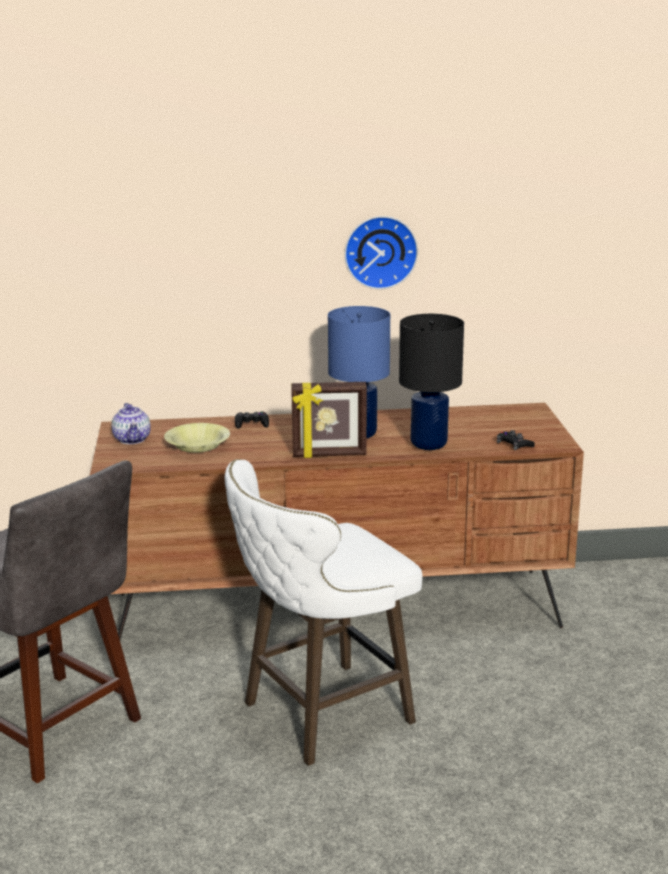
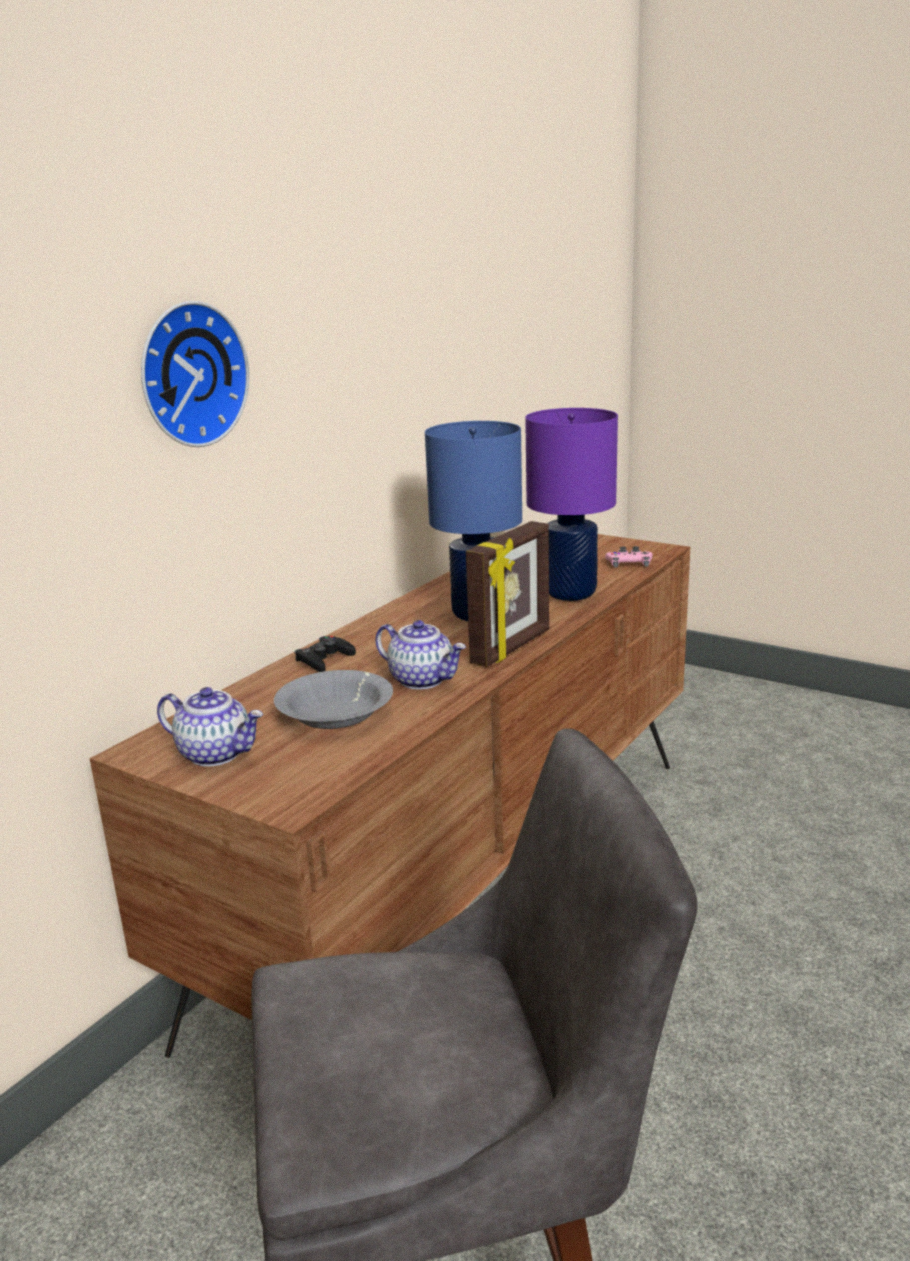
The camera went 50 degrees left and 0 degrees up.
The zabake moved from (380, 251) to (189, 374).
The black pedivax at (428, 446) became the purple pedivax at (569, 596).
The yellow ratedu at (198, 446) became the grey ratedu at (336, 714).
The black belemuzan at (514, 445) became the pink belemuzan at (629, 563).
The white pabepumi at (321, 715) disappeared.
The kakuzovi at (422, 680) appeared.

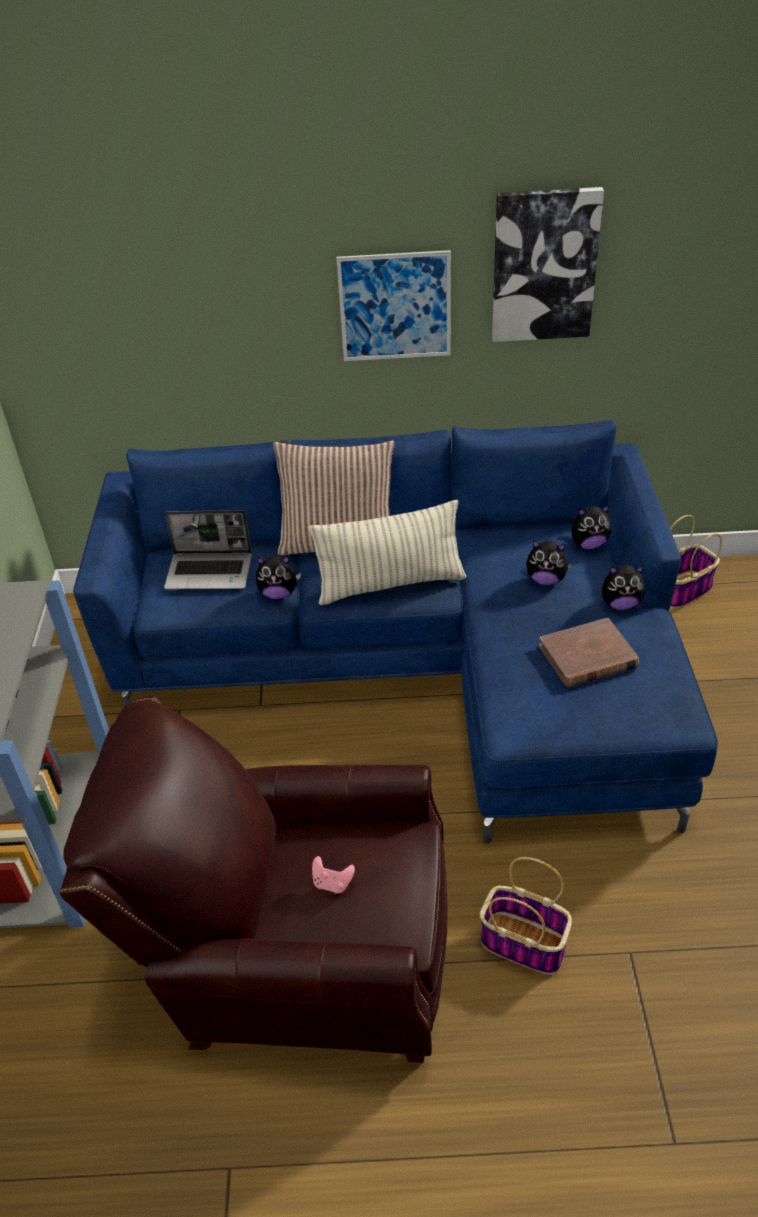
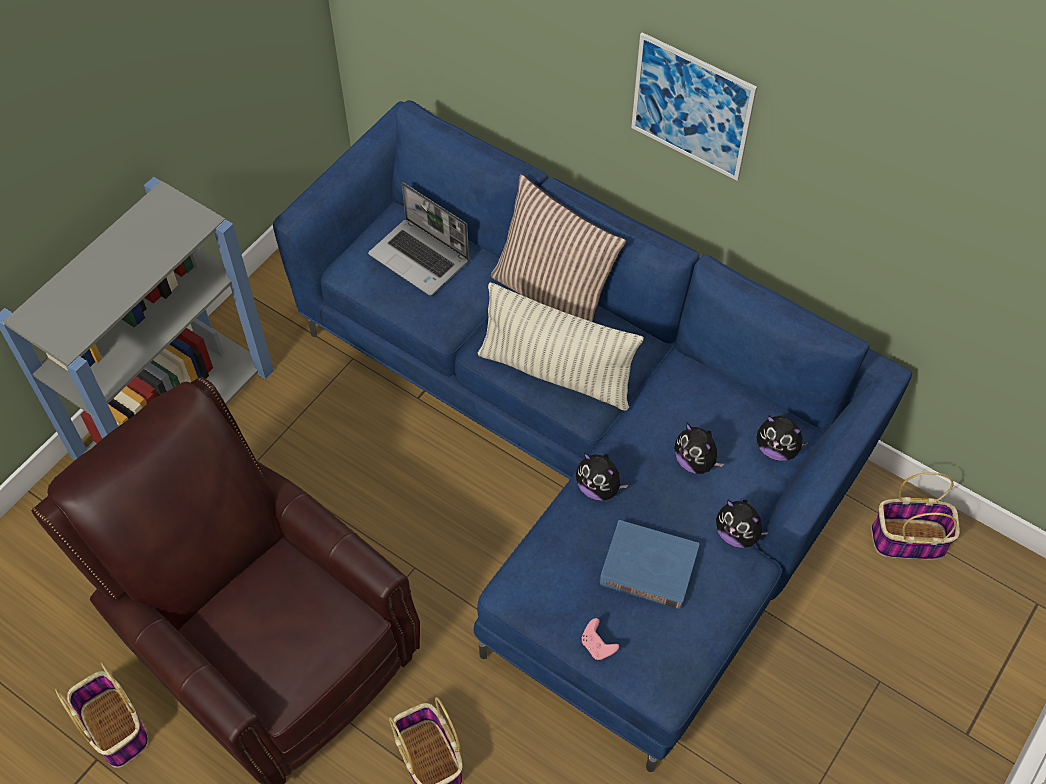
The camera went 35 degrees right and 15 degrees up.
The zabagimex at (544, 265) disappeared.
The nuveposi moved from (278, 593) to (598, 488).
The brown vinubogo at (588, 657) became the blue vinubogo at (648, 568).
The pink belemuzan moved from (332, 883) to (597, 646).
The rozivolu at (116, 728) appeared.

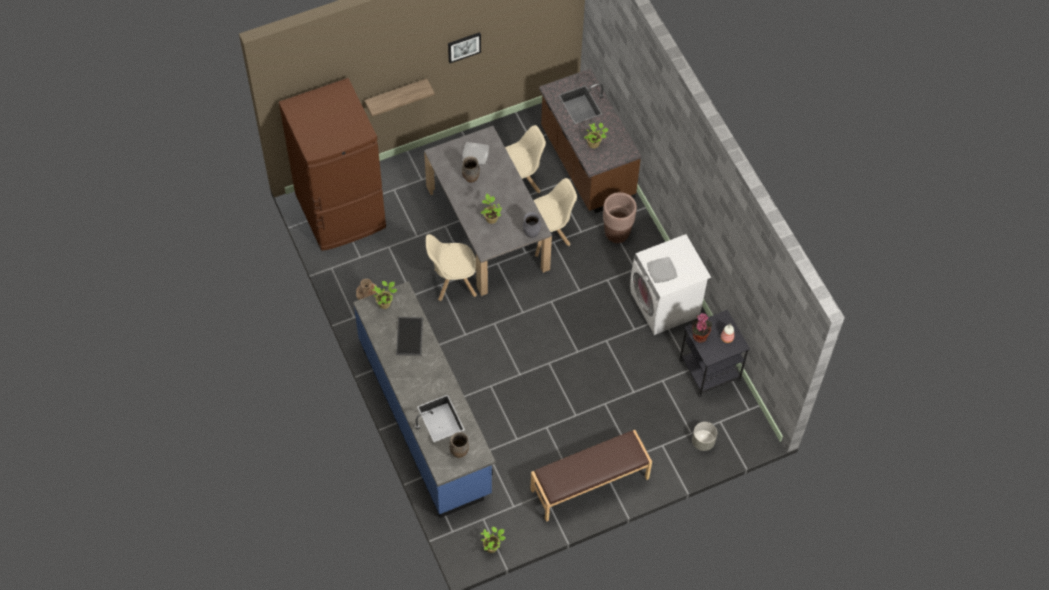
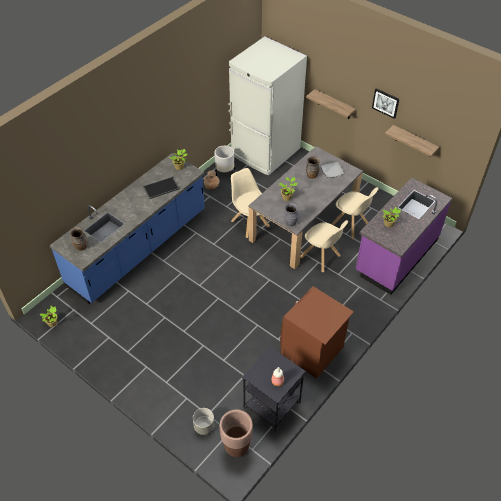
The camera went 65 degrees right and 10 degrees down.
The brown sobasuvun at (586, 164) became the purple sobasuvun at (396, 255).
The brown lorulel at (341, 211) became the white lorulel at (265, 151).
The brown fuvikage moved from (617, 234) to (237, 447).
The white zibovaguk at (666, 305) became the brown zibovaguk at (312, 351).
The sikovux at (661, 270) disappeared.
The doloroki at (699, 335) disappeared.
The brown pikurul at (590, 484) disappeared.
The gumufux at (414, 142) appeared.
The white fuvikage at (224, 171) appeared.

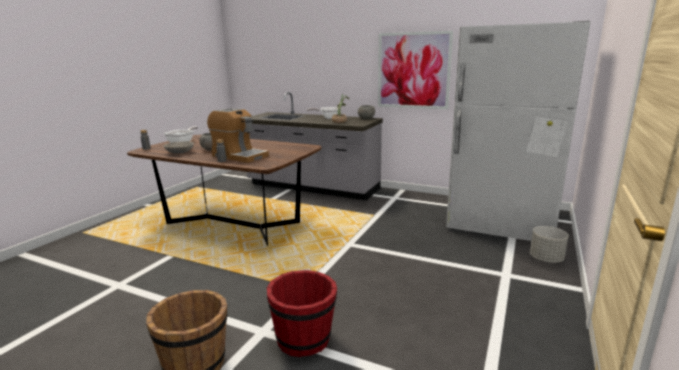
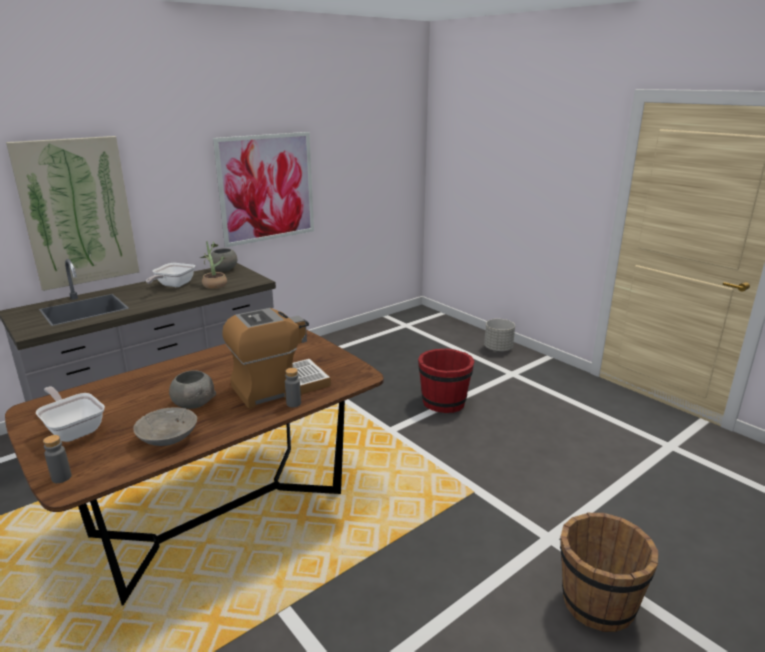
The camera went 65 degrees left and 5 degrees up.
The white lorulel at (502, 219) disappeared.
The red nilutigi moved from (304, 339) to (444, 402).
The zabagimex at (78, 212) appeared.

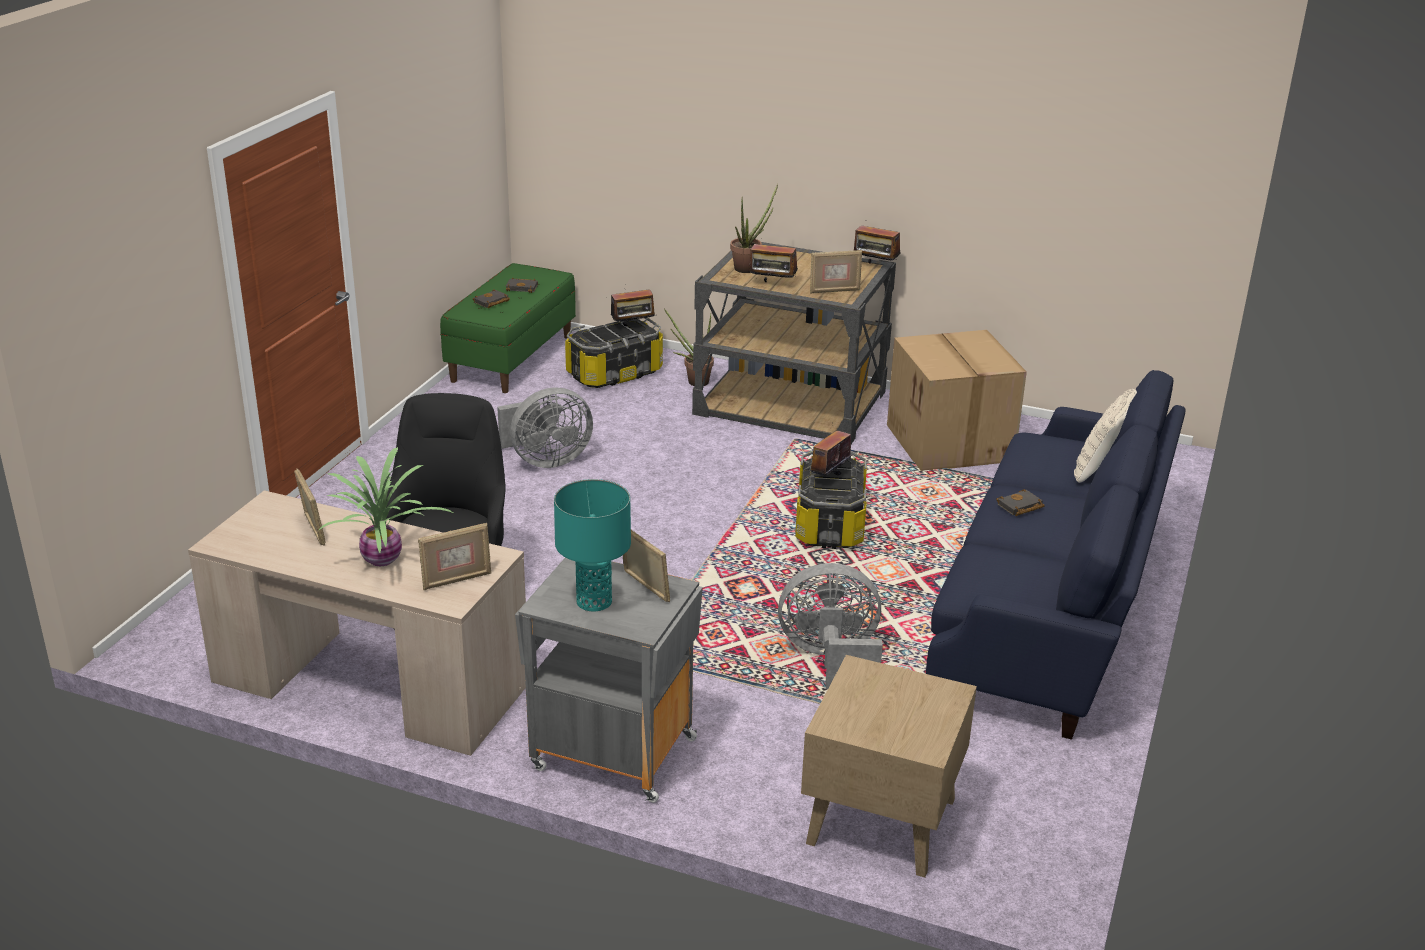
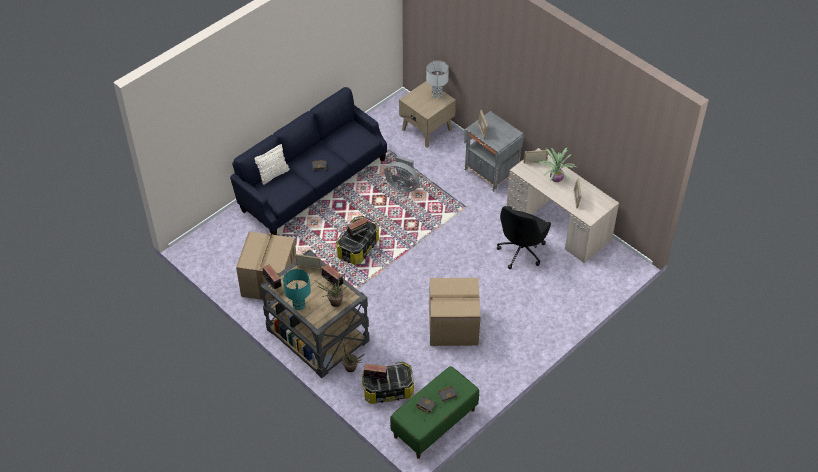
The camera went 155 degrees left and 20 degrees up.
The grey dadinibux at (546, 460) was replaced by the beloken at (452, 326).
The turquoise pedivax moved from (594, 601) to (298, 305).
The white pedivax at (437, 94) appeared.

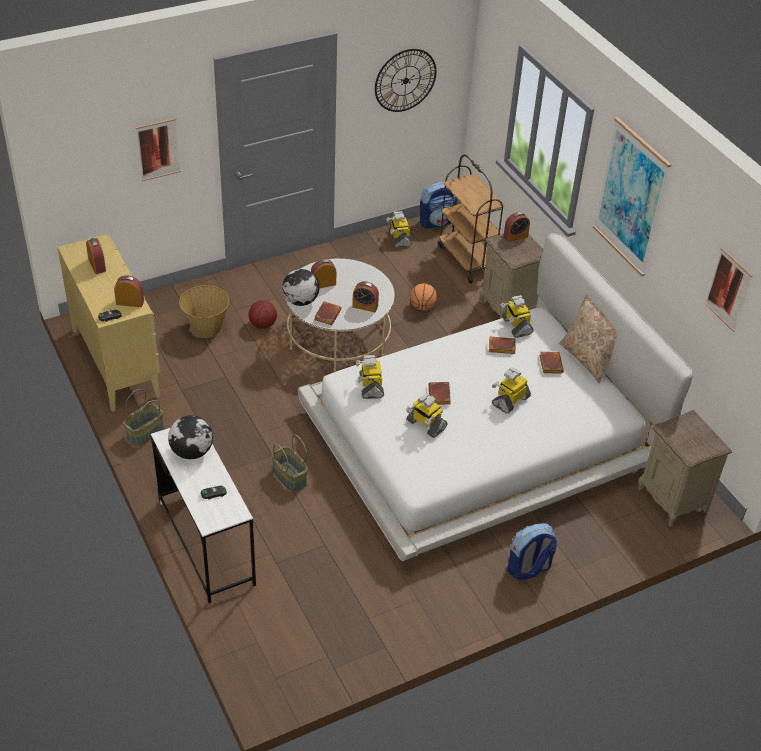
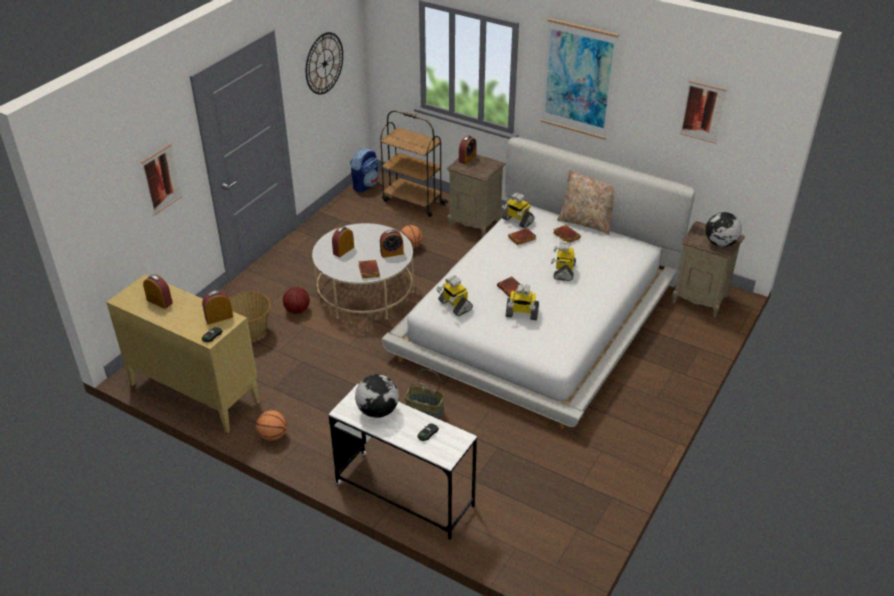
The camera went 30 degrees left and 5 degrees down.
The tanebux at (399, 238) disappeared.
The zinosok moved from (300, 301) to (720, 243).
The rozivolu at (145, 433) was replaced by the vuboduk at (273, 436).
The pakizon at (528, 568) disappeared.

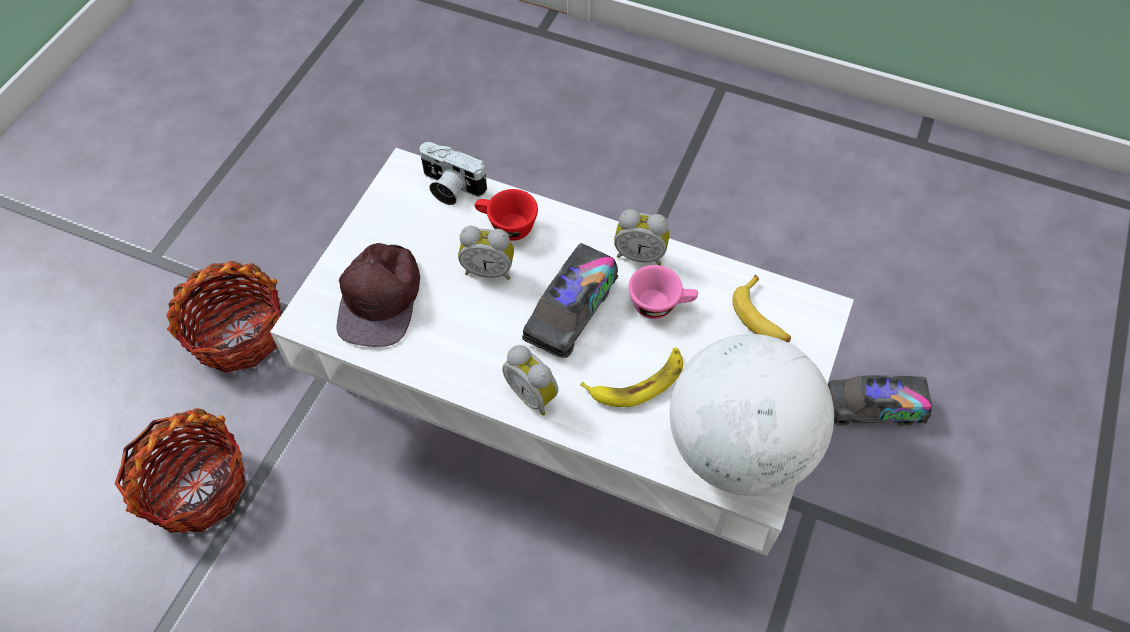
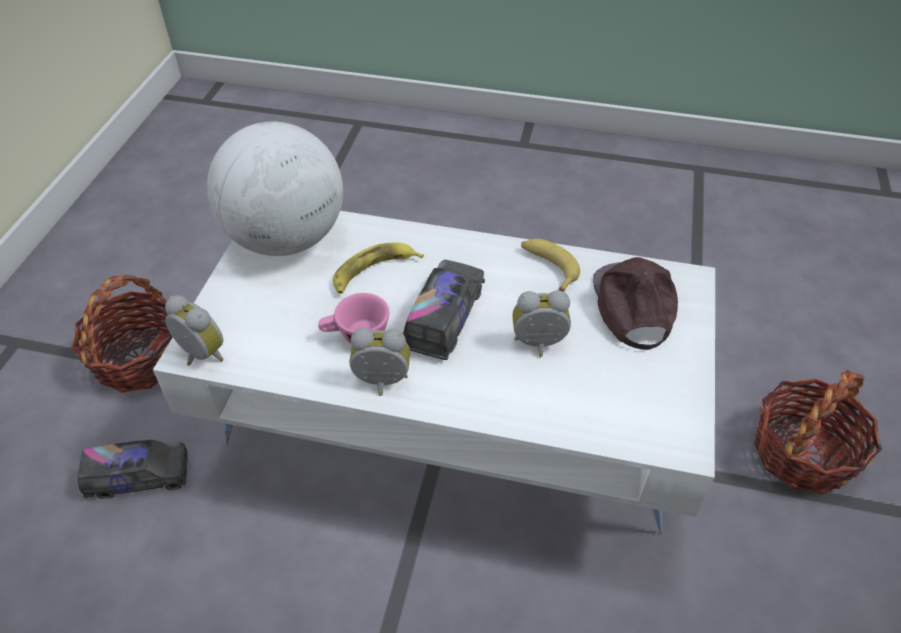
The camera went 170 degrees right and 10 degrees down.
The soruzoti at (450, 187) disappeared.
The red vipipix at (506, 226) disappeared.
The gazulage moved from (761, 317) to (548, 267).
The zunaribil moved from (534, 394) to (200, 356).
The rozivolu moved from (195, 487) to (140, 358).

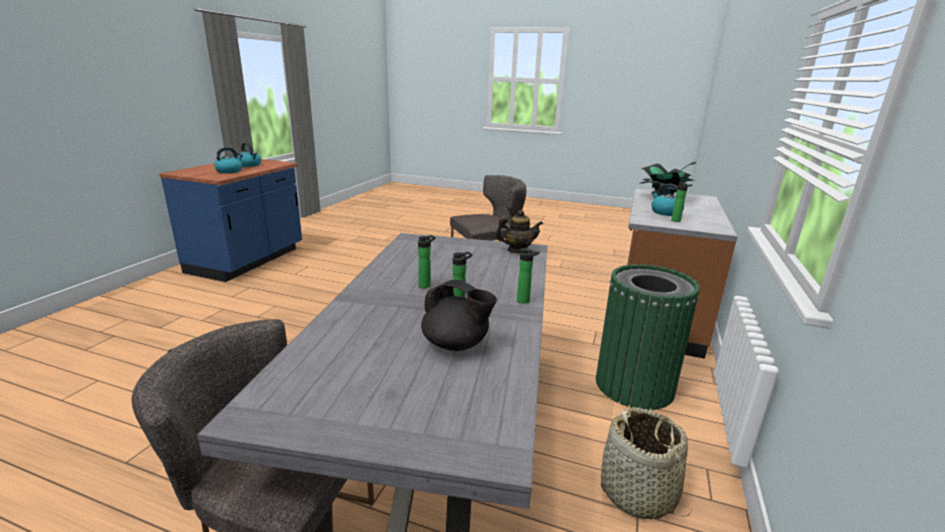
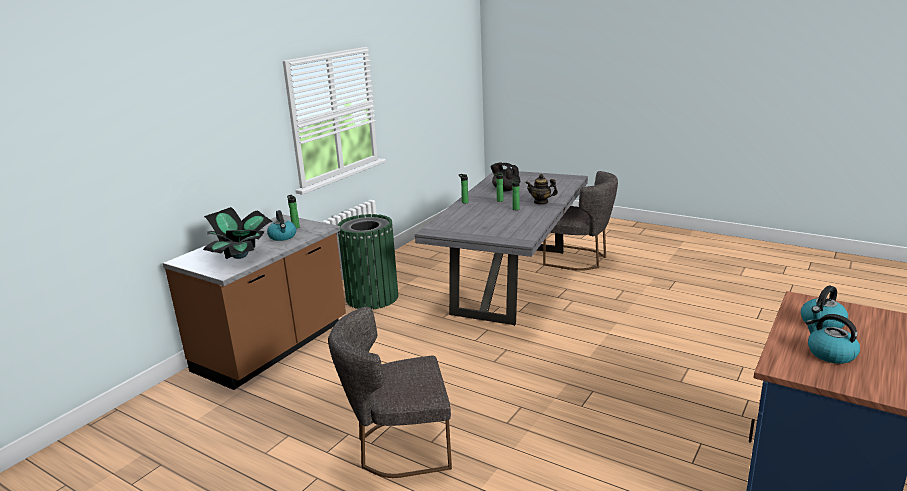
The camera went 165 degrees left and 0 degrees up.
The kakuzovi moved from (517, 250) to (541, 202).
The rozivolu at (638, 493) disappeared.

